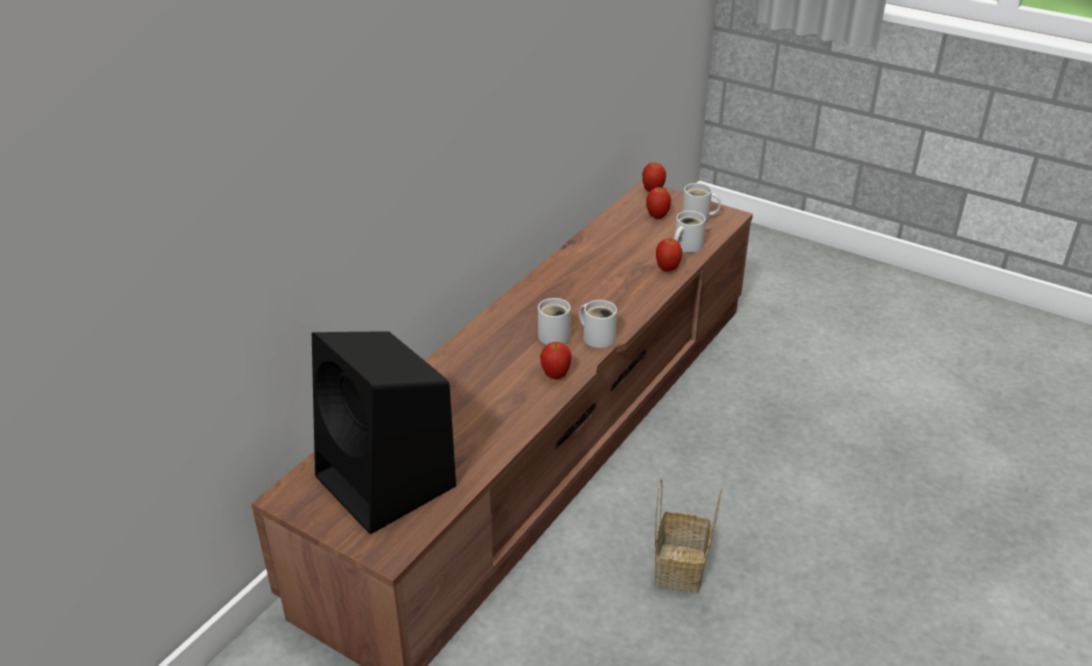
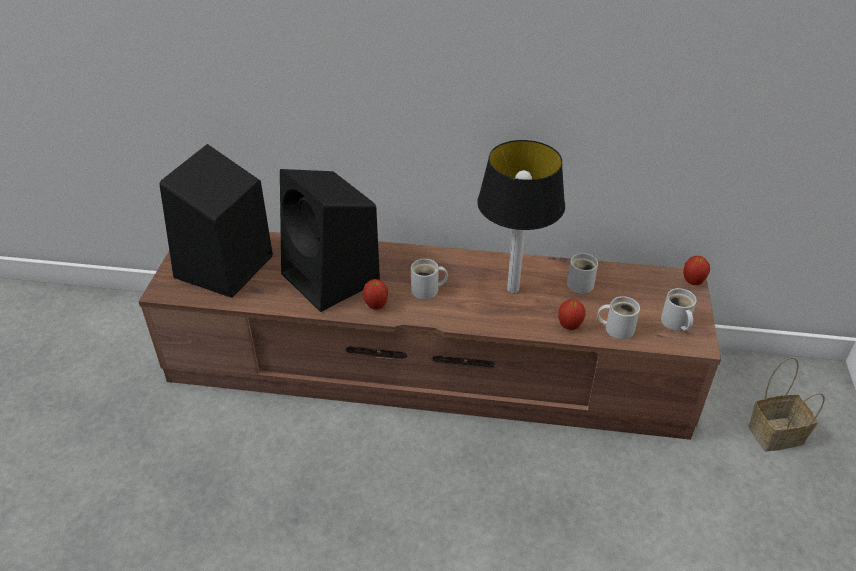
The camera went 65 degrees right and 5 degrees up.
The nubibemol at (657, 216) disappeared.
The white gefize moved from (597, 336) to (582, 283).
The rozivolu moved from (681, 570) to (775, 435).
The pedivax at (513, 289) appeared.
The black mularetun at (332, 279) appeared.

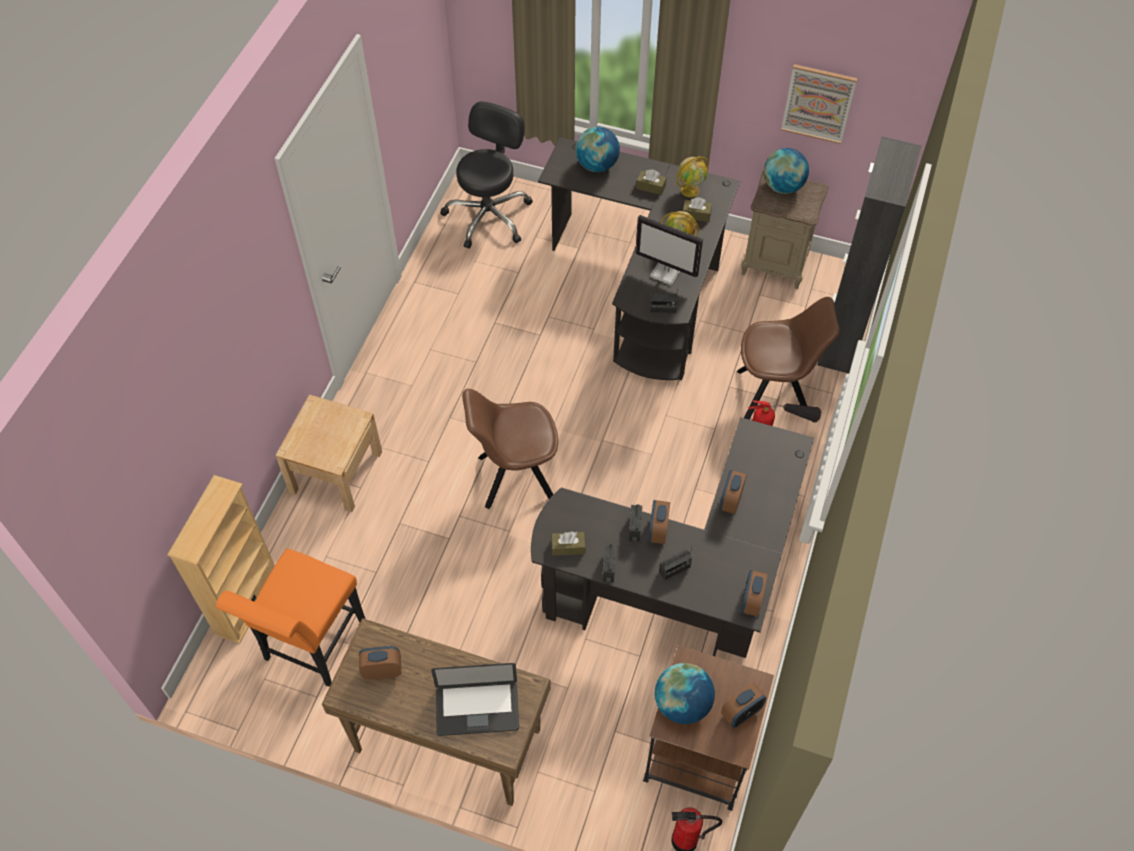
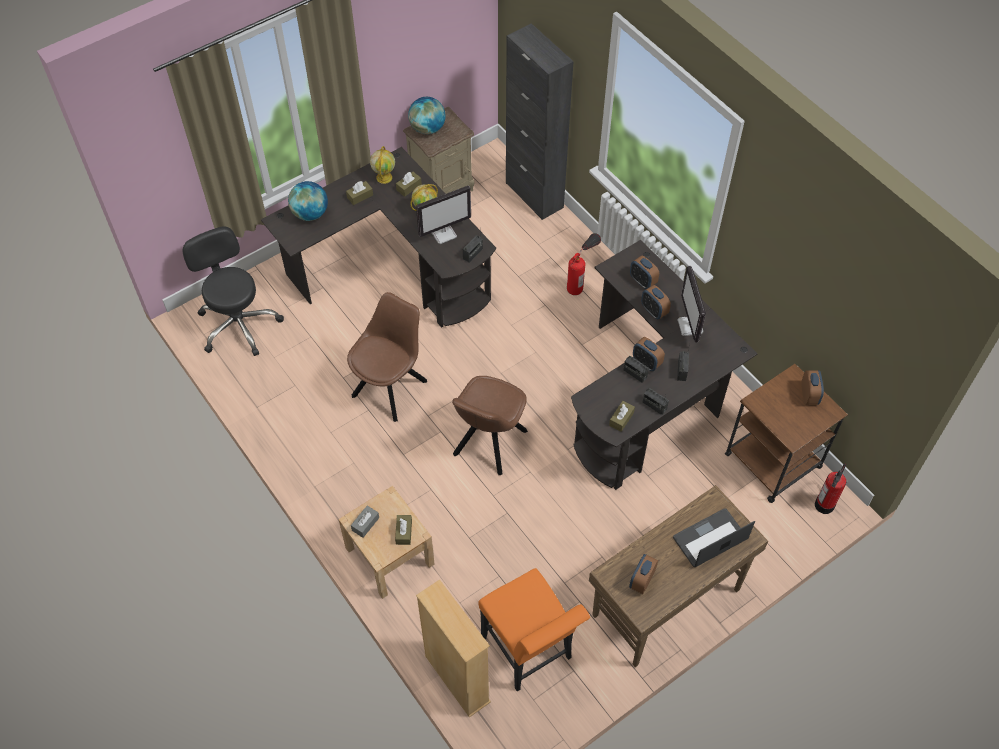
The camera went 55 degrees left and 0 degrees up.
The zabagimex at (818, 103) disappeared.
The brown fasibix moved from (774, 394) to (390, 388).
The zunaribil moved from (751, 601) to (642, 281).
The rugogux at (477, 709) turned 150 degrees counterclockwise.
The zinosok at (682, 704) disappeared.
The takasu at (690, 326) appeared.
The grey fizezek at (365, 524) appeared.
The brown fizezek at (404, 532) appeared.

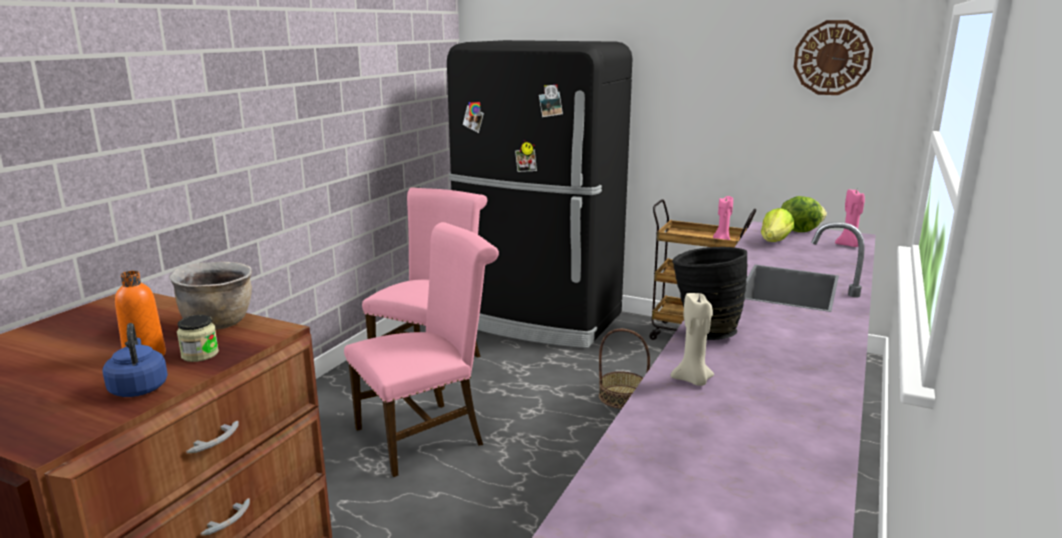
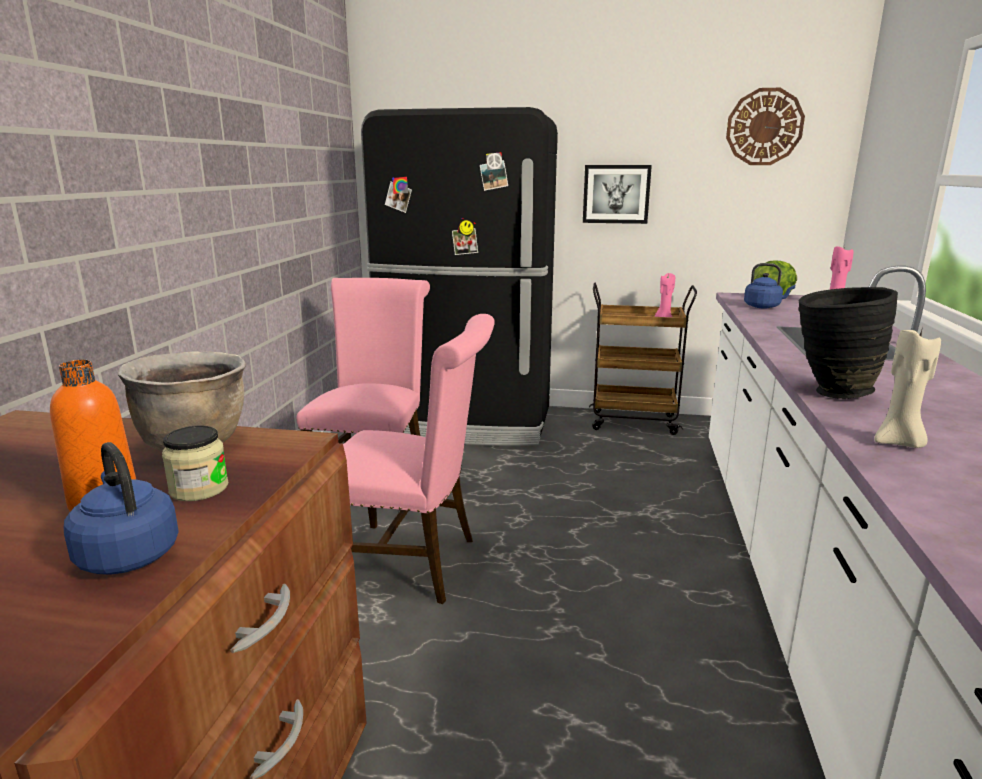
The camera went 15 degrees left and 0 degrees up.
The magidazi at (774, 241) was replaced by the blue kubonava at (764, 307).
The pink fasibix at (427, 434) turned 60 degrees clockwise.
The rozivolu at (622, 397) disappeared.
The zabagimex at (616, 194) appeared.

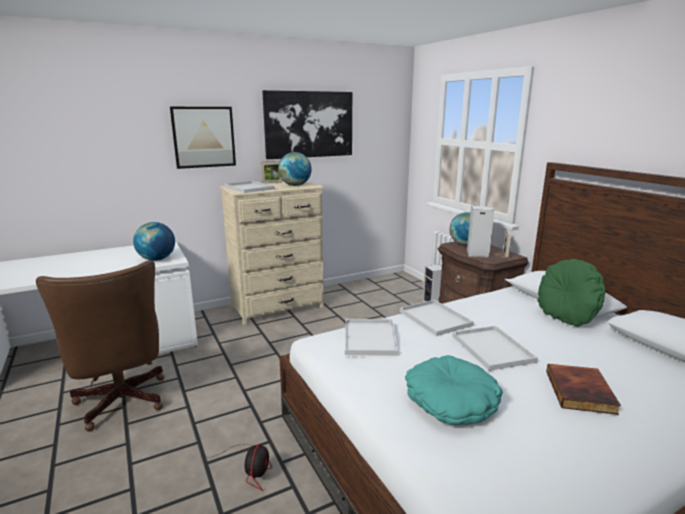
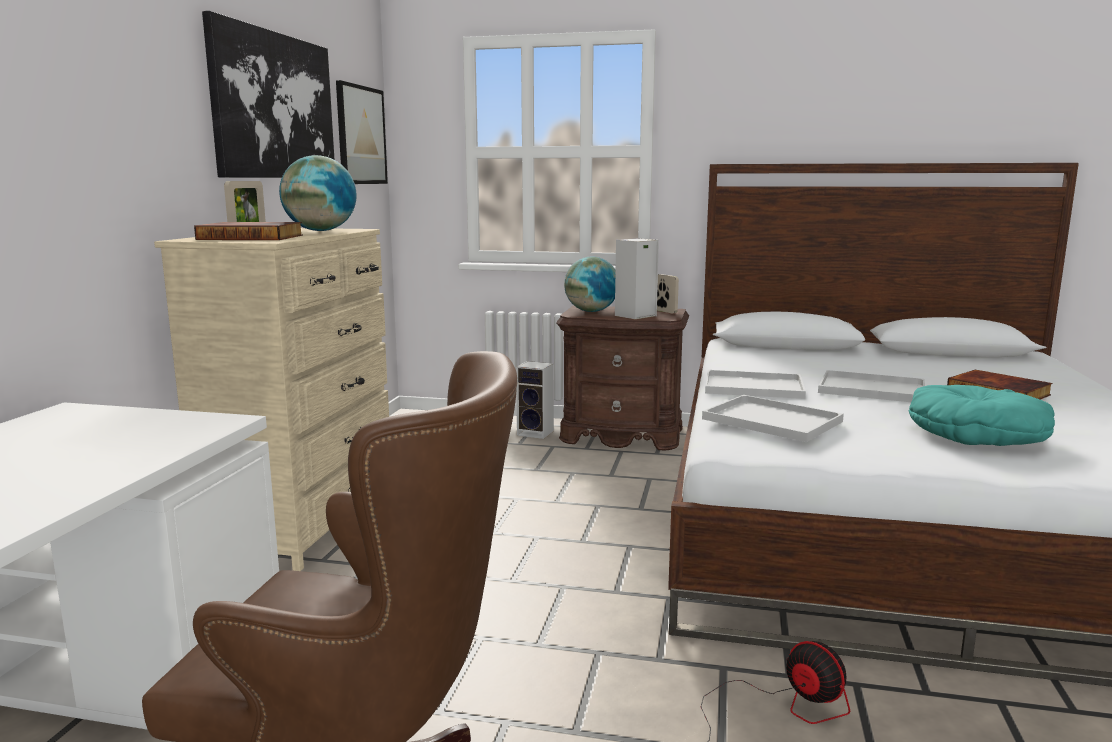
The camera went 50 degrees left and 5 degrees down.
The zabagimex moved from (204, 137) to (361, 135).
The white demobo at (250, 188) was replaced by the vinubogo at (252, 237).
The zinosok at (157, 259) disappeared.
The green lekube at (565, 319) disappeared.

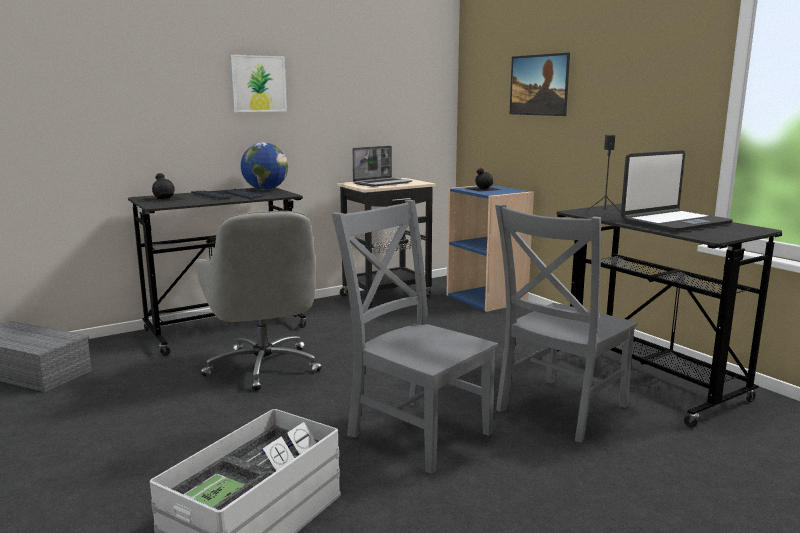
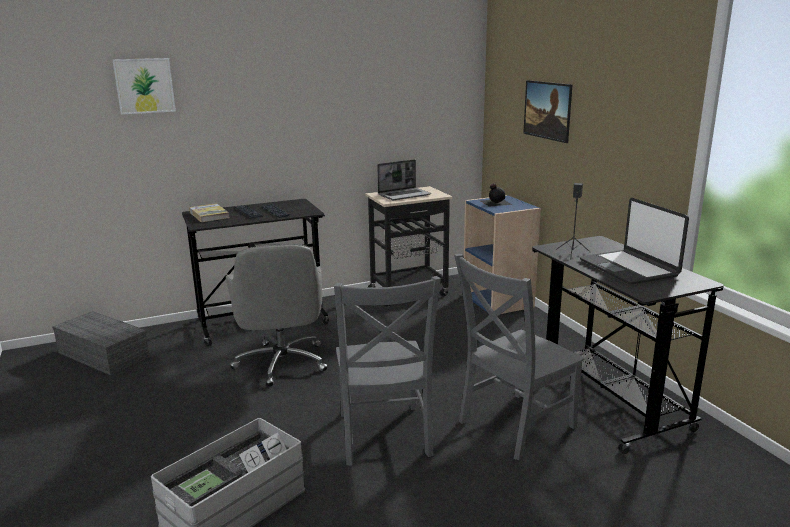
The camera went 10 degrees right and 5 degrees up.
The zabagimex moved from (259, 84) to (144, 86).
The zinosok at (265, 189) disappeared.
The rugogux at (674, 222) turned 90 degrees clockwise.
The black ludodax at (164, 198) was replaced by the vinubogo at (209, 215).
The grey fasibix at (415, 431) turned 150 degrees counterclockwise.

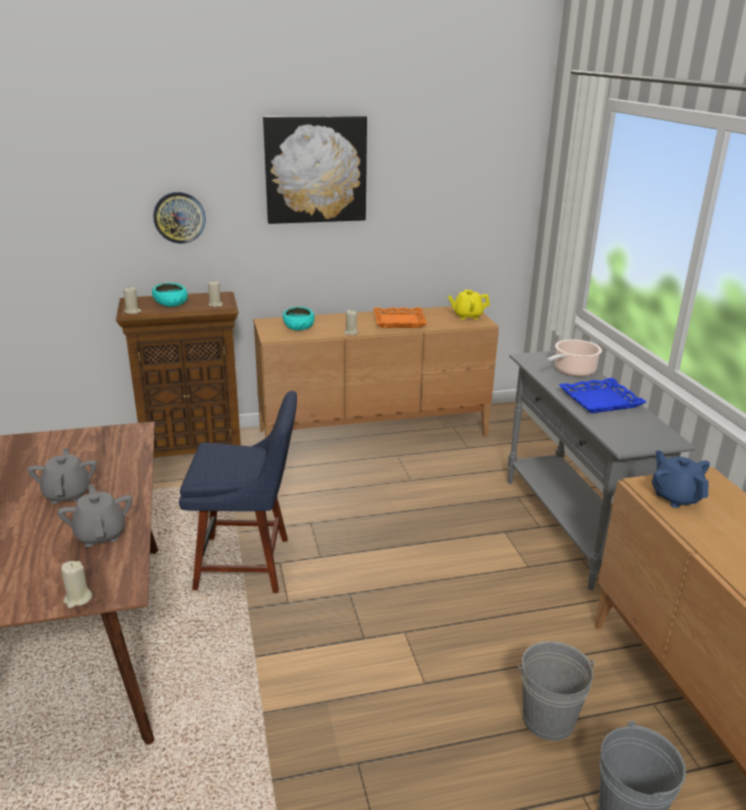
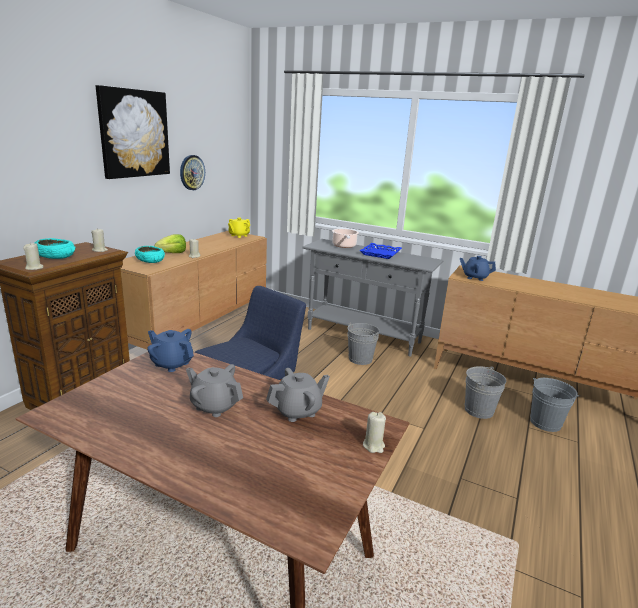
The camera went 50 degrees left and 5 degrees down.
The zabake moved from (179, 217) to (192, 172).
The orange demobo at (399, 321) disappeared.
The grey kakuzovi at (100, 534) turned 135 degrees clockwise.
The magidazi at (173, 253) appeared.
The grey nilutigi at (360, 359) appeared.
The blue kakuzovi at (172, 363) appeared.

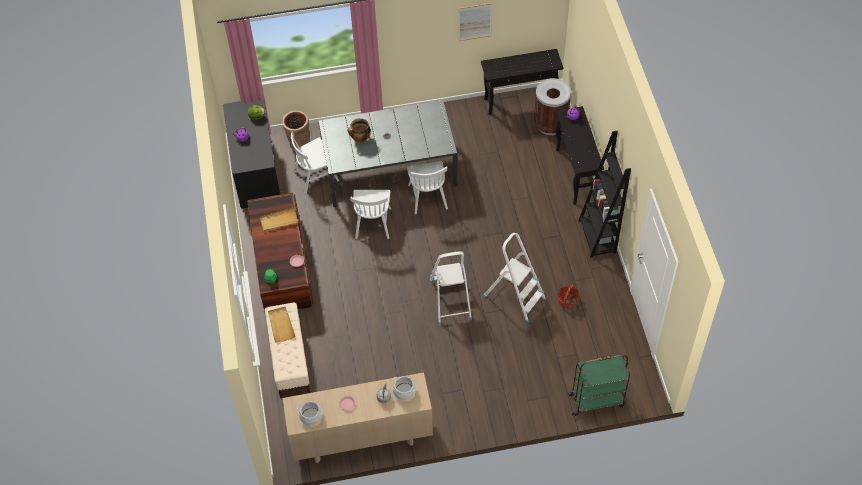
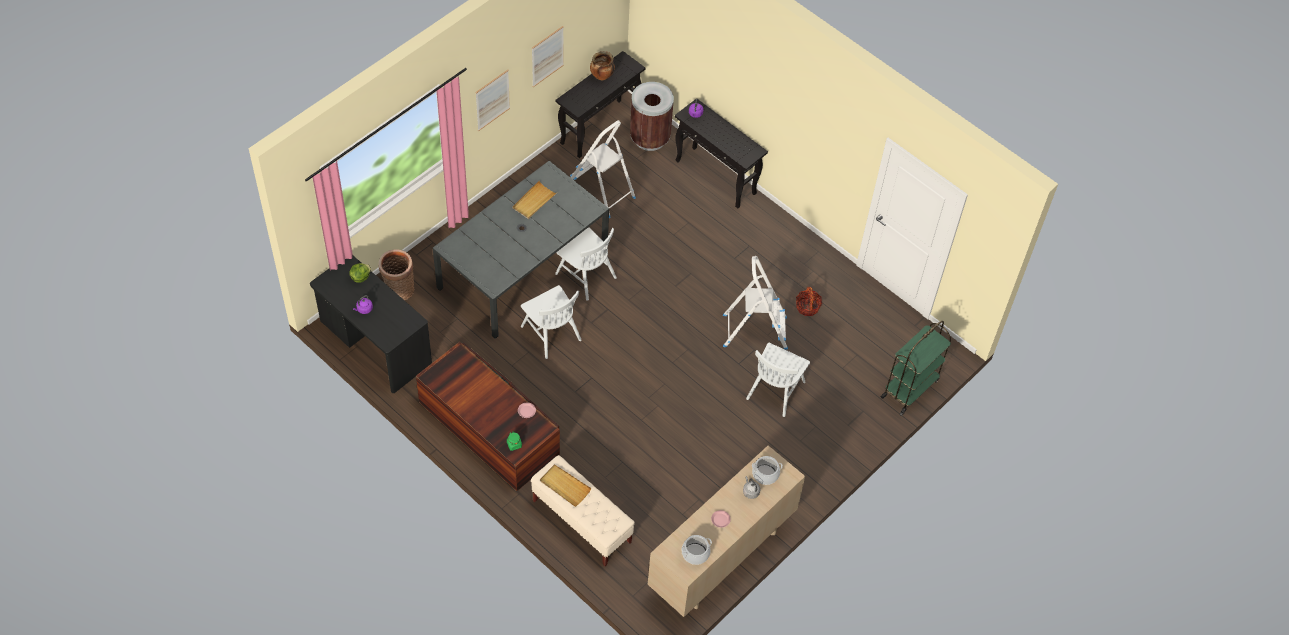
The camera went 40 degrees left and 0 degrees up.
The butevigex moved from (360, 139) to (602, 76).
The white fasibix moved from (315, 175) to (775, 390).
The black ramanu at (597, 236) disappeared.
The beige demobo moved from (279, 220) to (534, 201).
The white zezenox moved from (450, 298) to (600, 190).
The zabagimex at (492, 100) appeared.

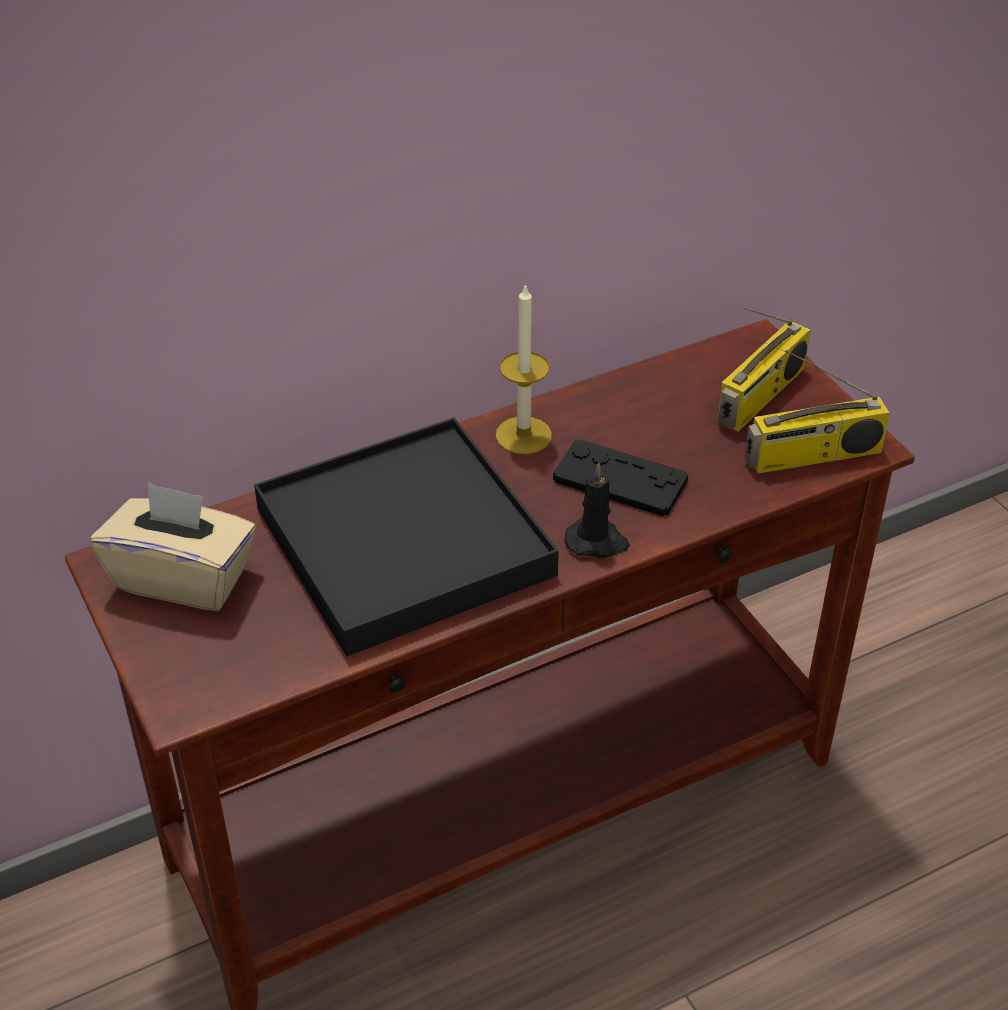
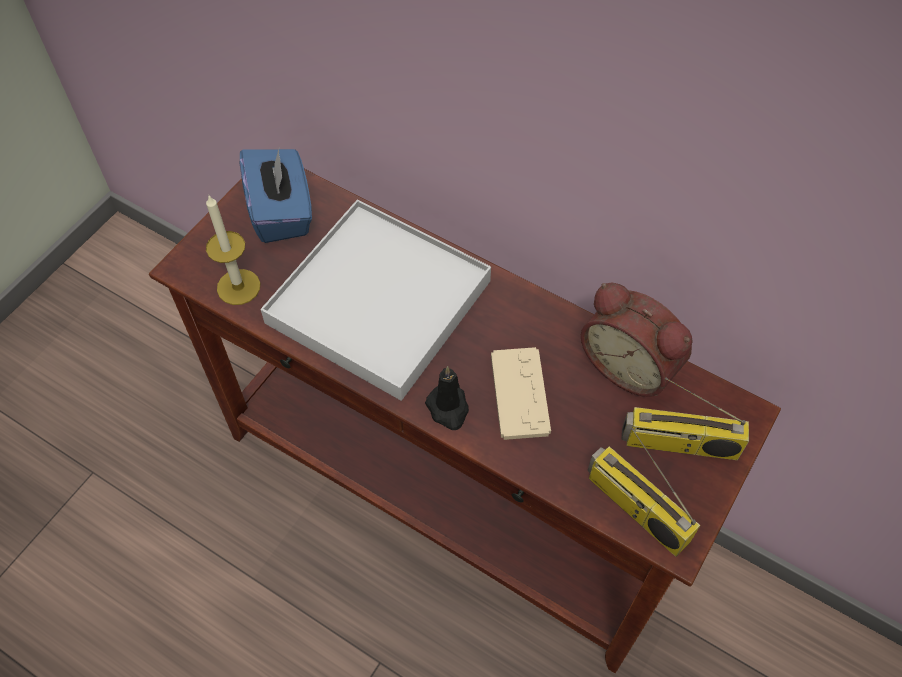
The camera went 60 degrees right and 15 degrees up.
The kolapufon moved from (523, 435) to (238, 287).
The black demobo at (405, 542) became the white demobo at (379, 303).
The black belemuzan at (620, 480) became the beige belemuzan at (519, 394).
The beige fizezek at (183, 578) became the blue fizezek at (281, 212).
The zunaribil at (631, 364) appeared.

